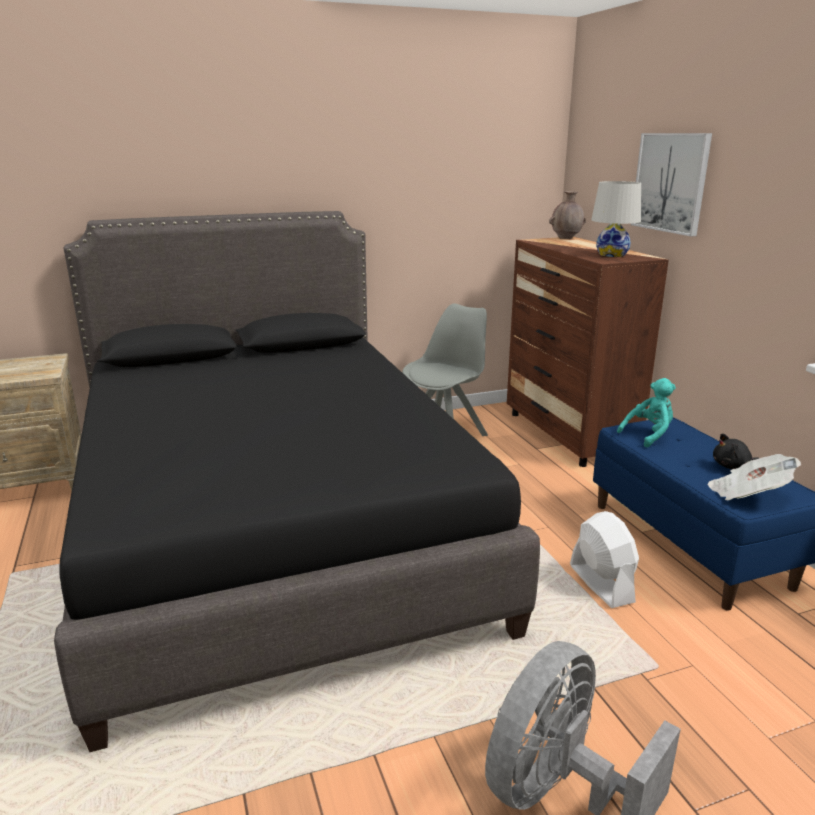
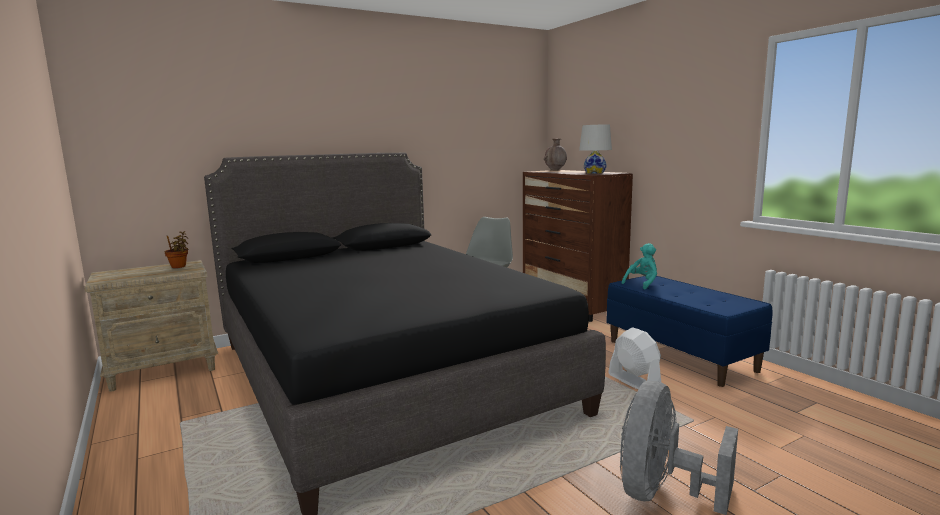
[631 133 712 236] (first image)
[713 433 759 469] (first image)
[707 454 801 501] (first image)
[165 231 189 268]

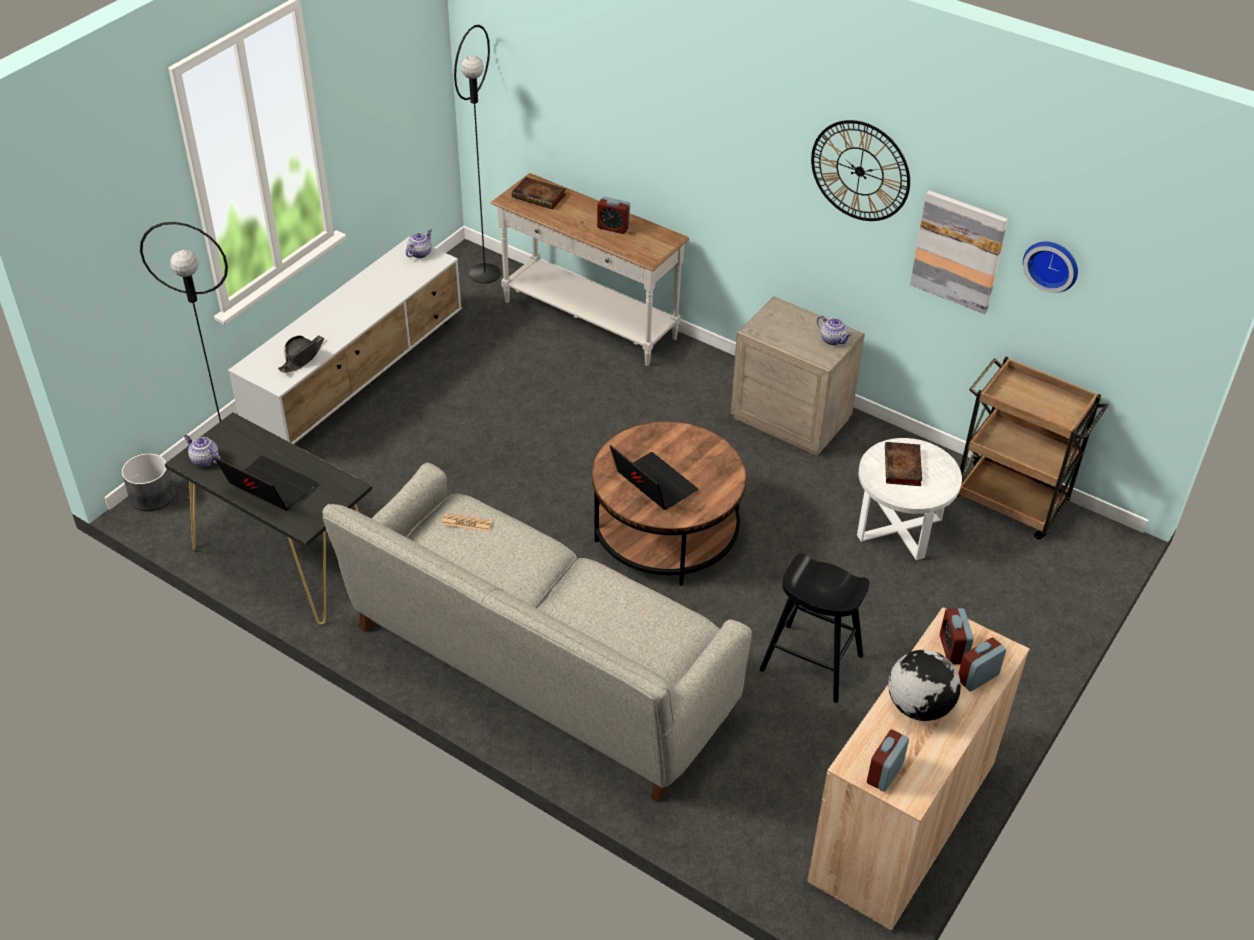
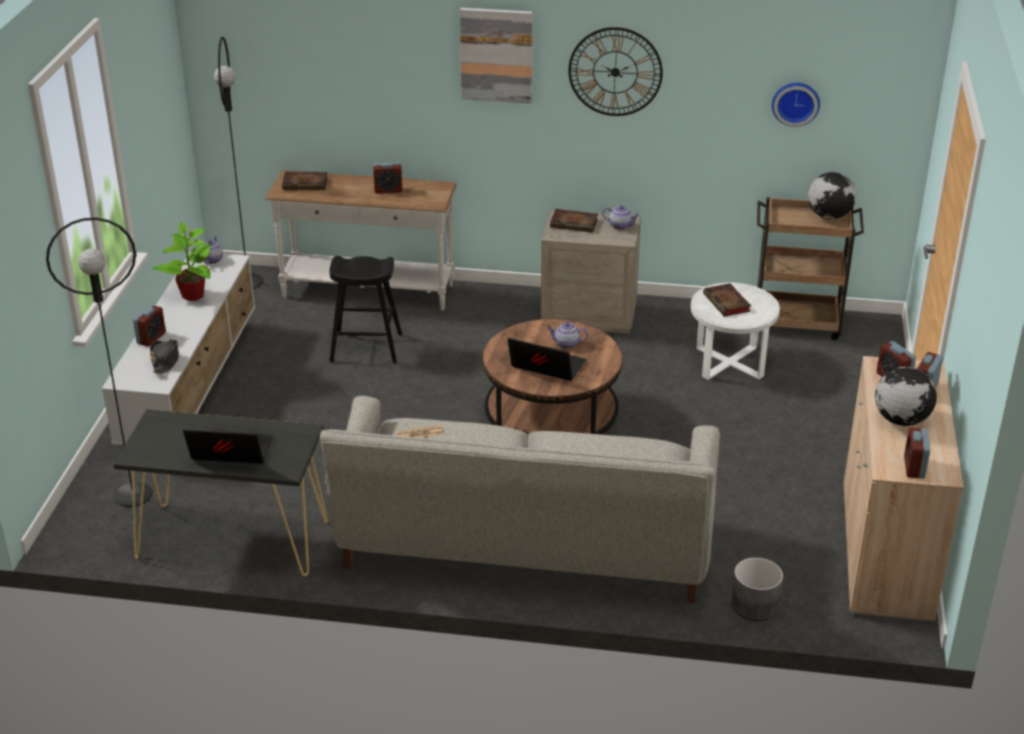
[460 8 532 104]
[547 323 588 349]
[731 557 783 621]
[329 256 402 364]
[808 172 856 219]
[550 209 598 233]
[152 222 212 301]
[133 305 166 346]

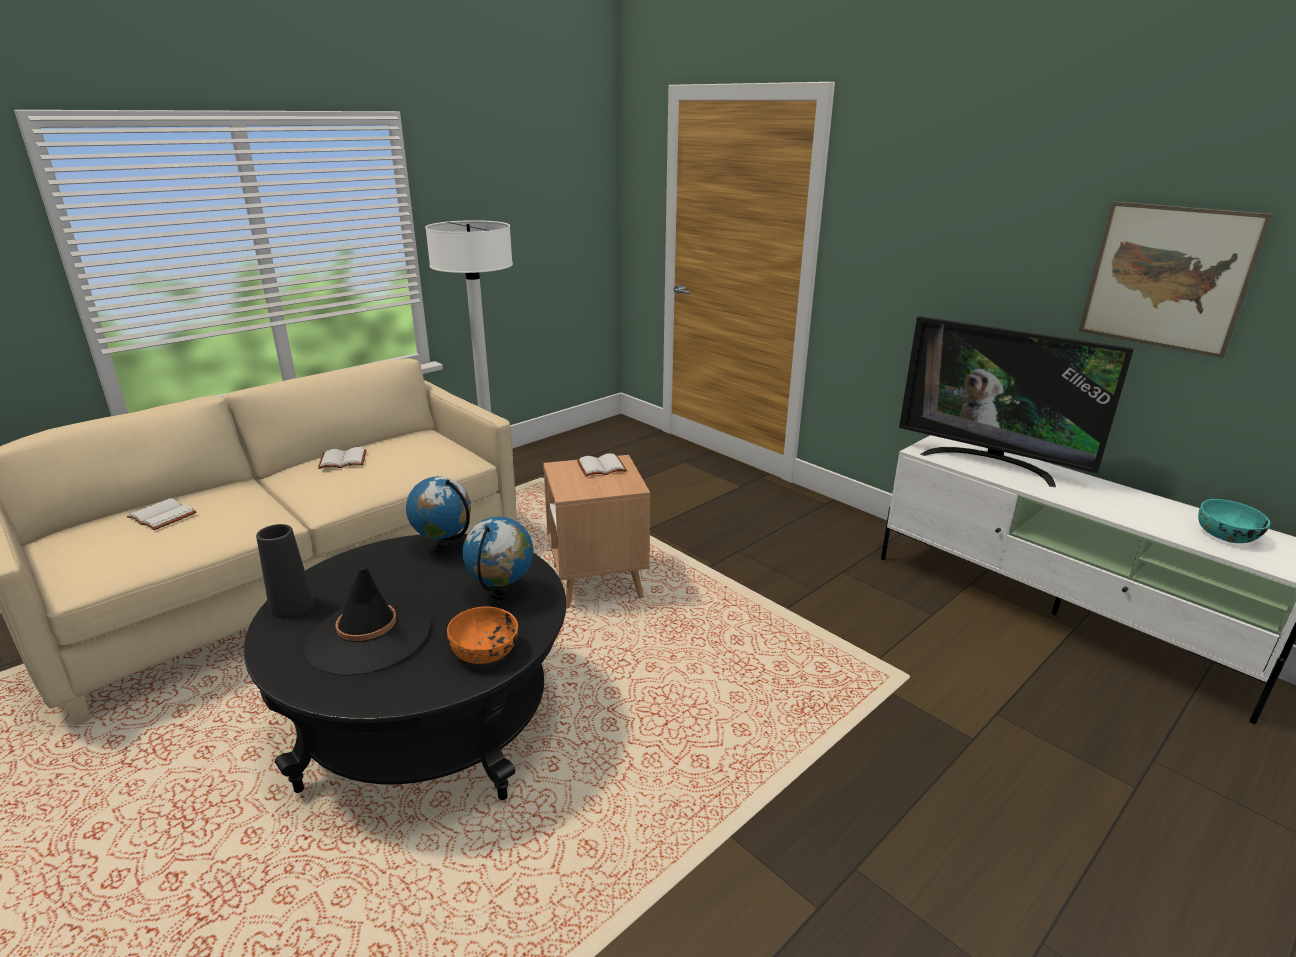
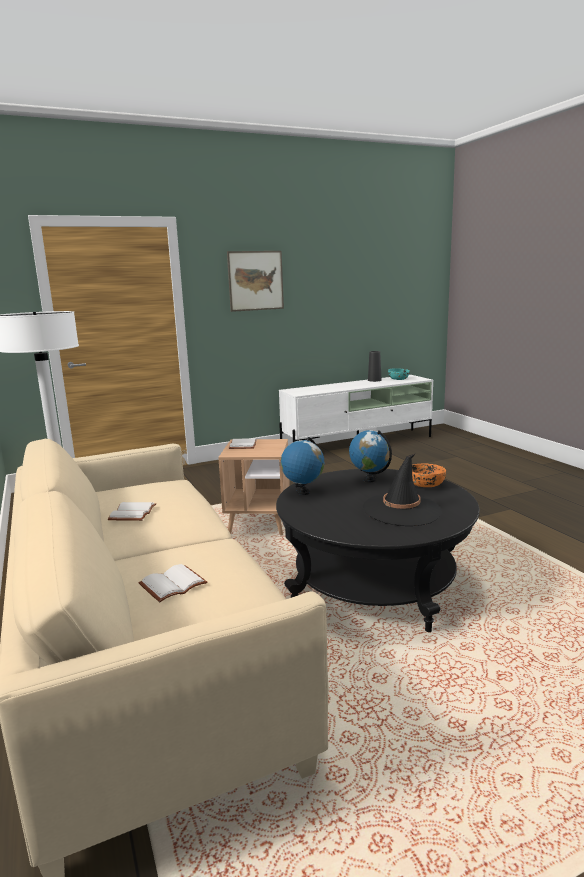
[227 251 284 312]
[899 316 1134 487] (first image)
[368 351 382 382]

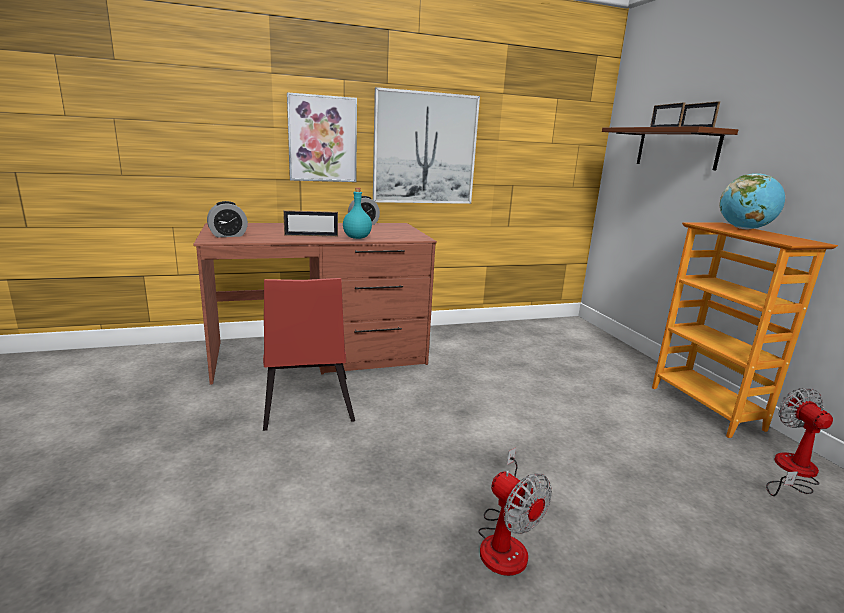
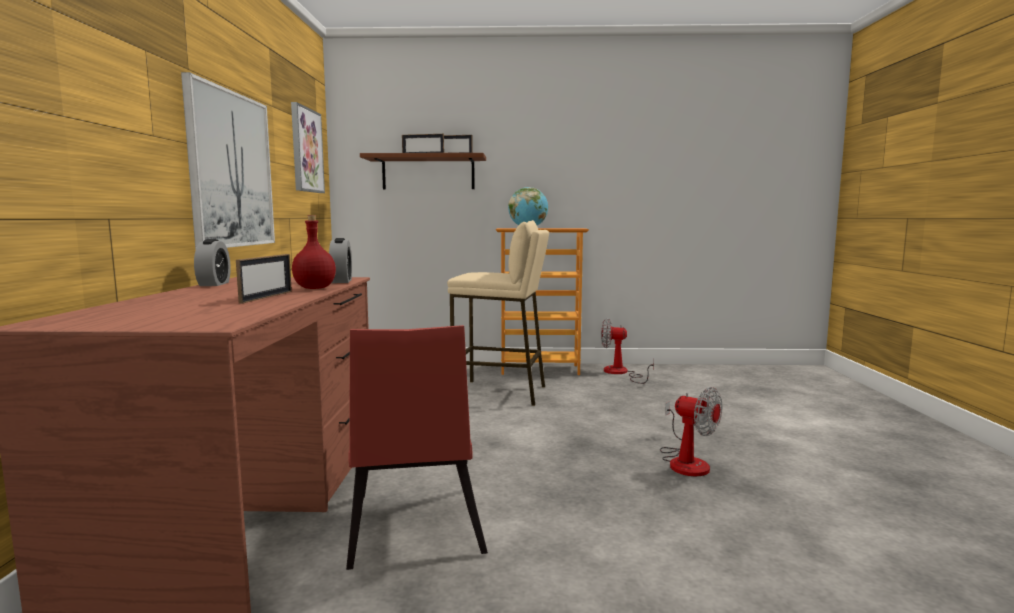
[291 102 325 193]
[292 215 336 289]
[329 238 352 283]
[346 325 488 570]
[660 387 722 476]
[447 220 549 406]

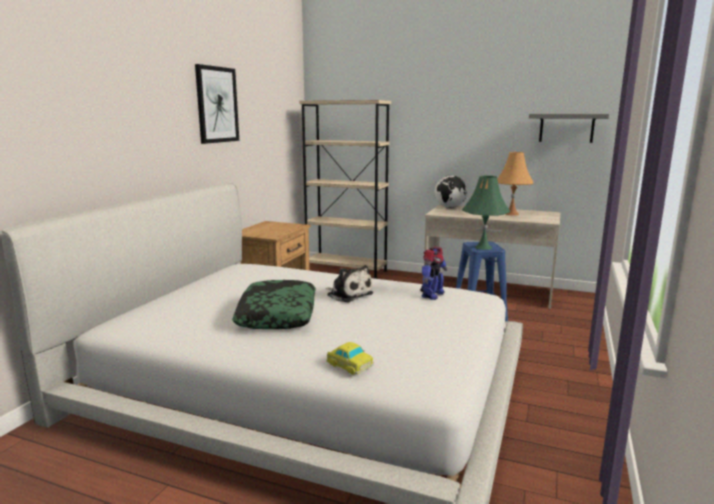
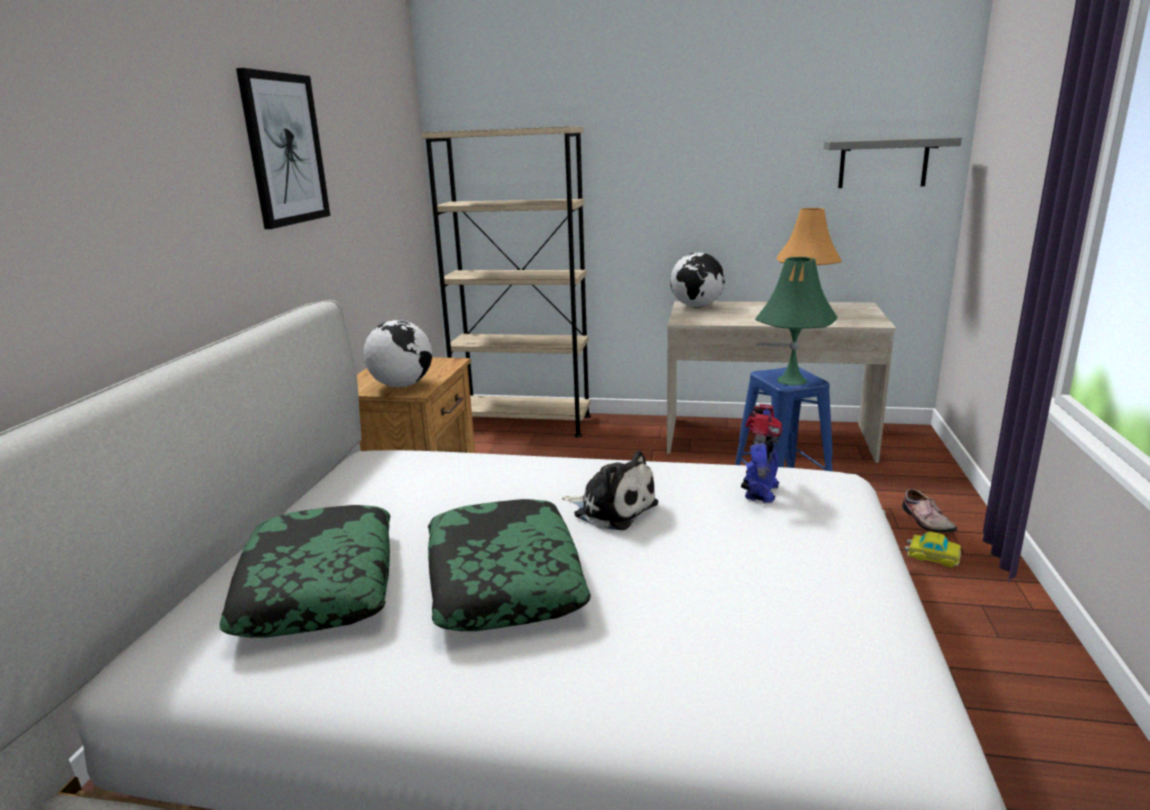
[905 532 961 568]
[363 320 432 388]
[902 489 957 533]
[219 505 390 638]

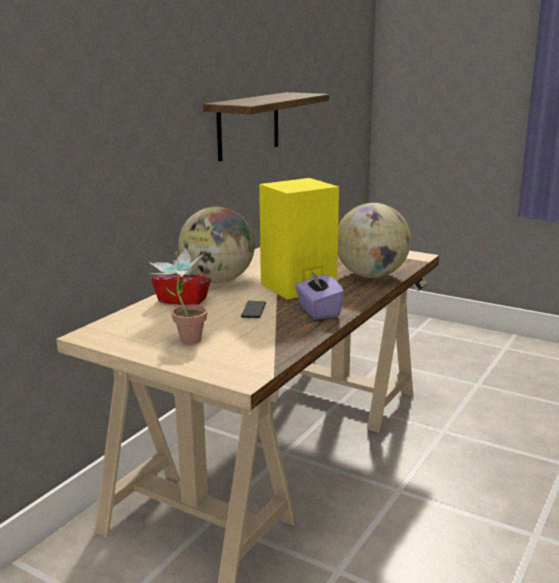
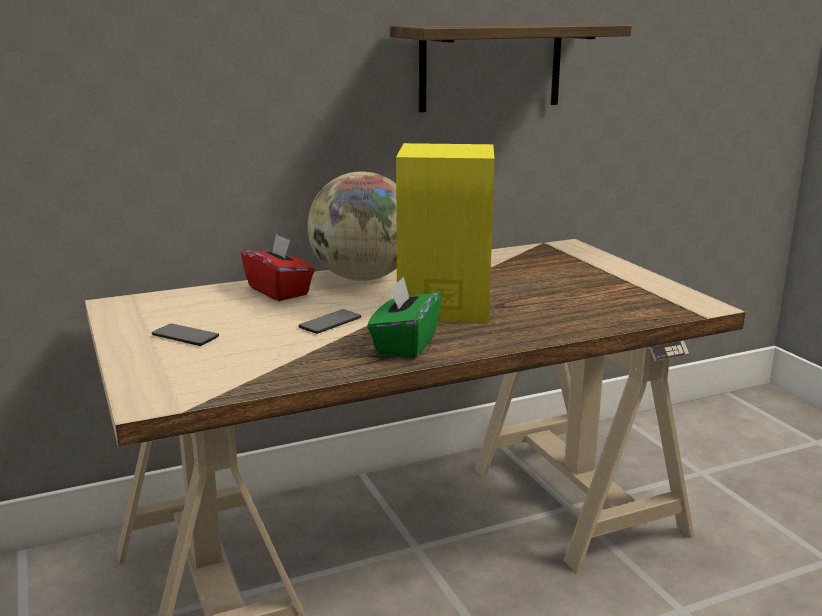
[338 203 411 278] (first image)
[152 324 219 346]
[367 277 441 359]

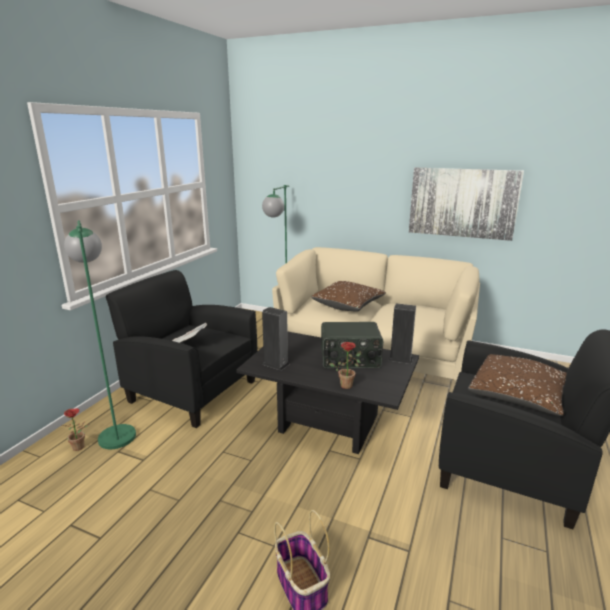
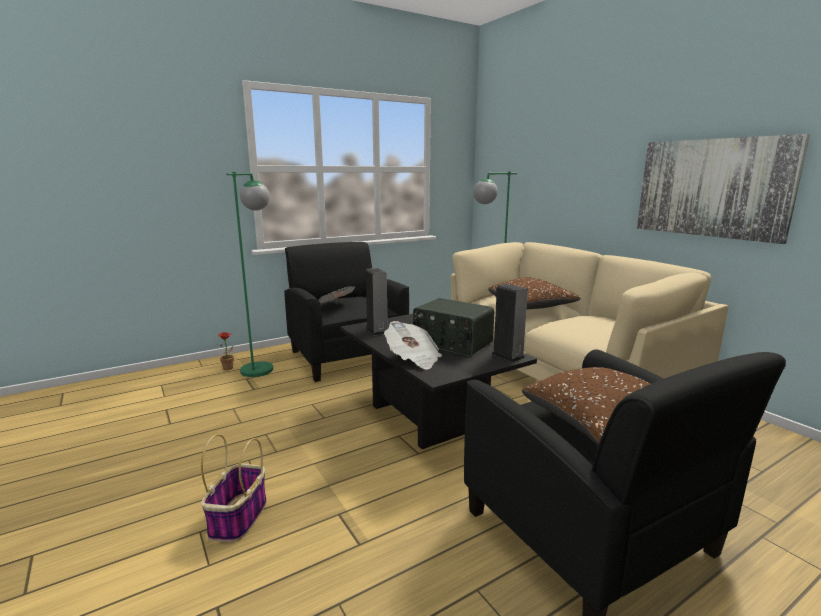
[384 321 442 370]

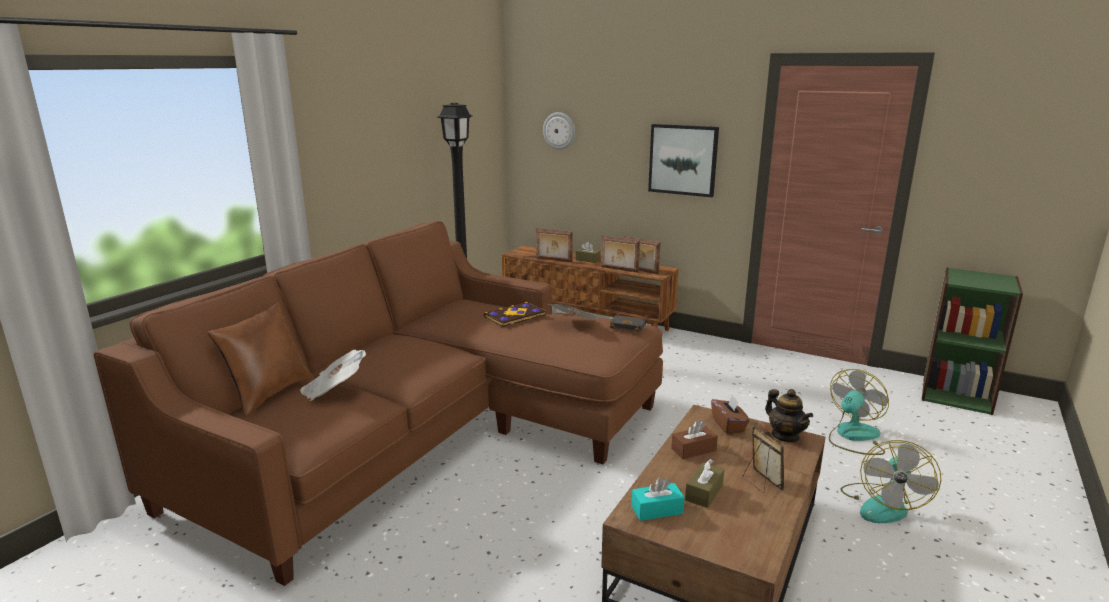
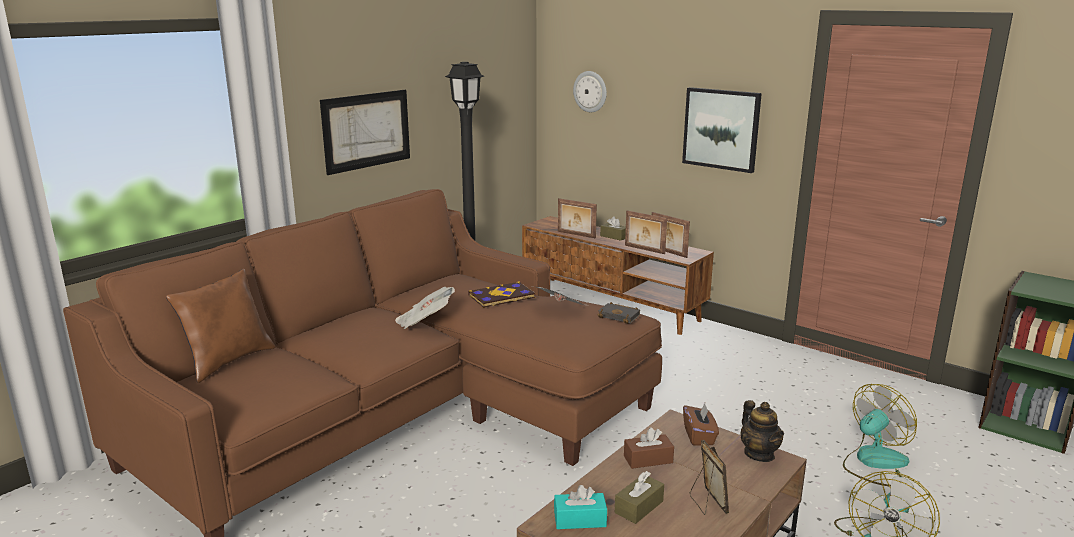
[395 287 455 329]
[320 90 410 175]

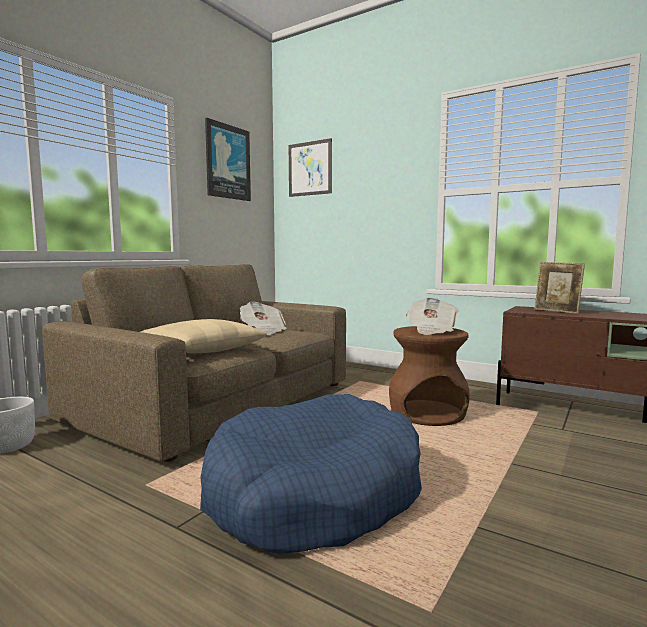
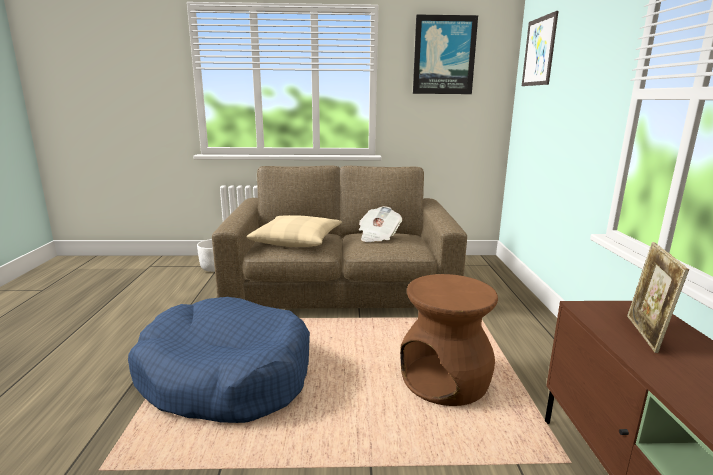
[406 297 459 335] (first image)

